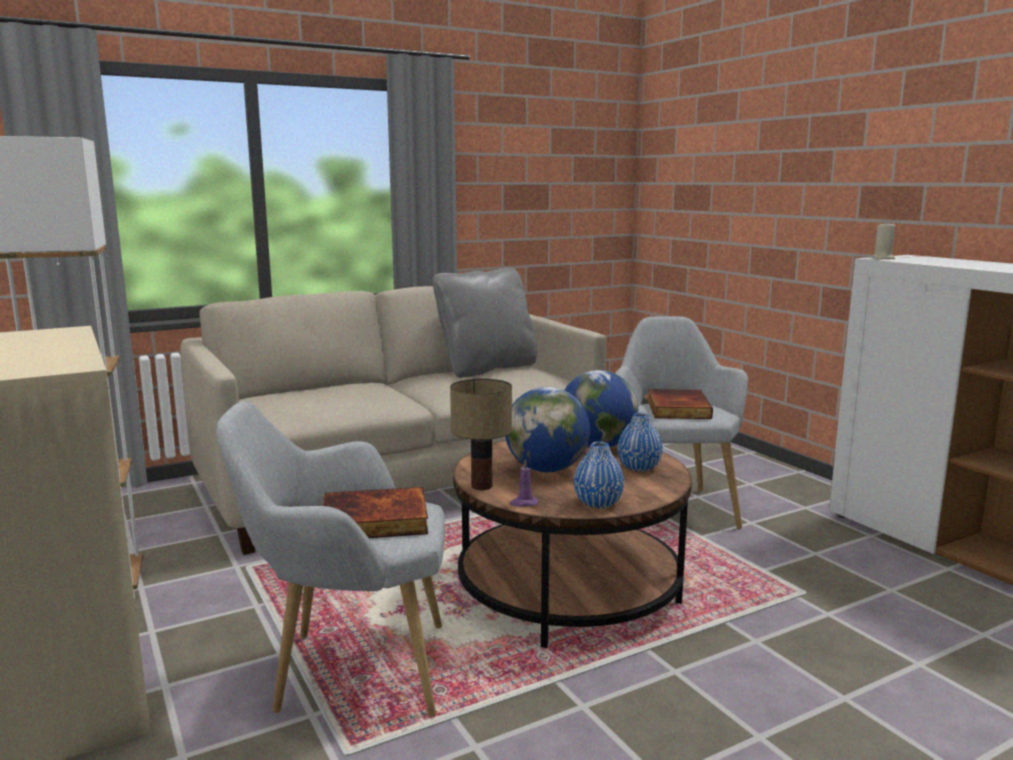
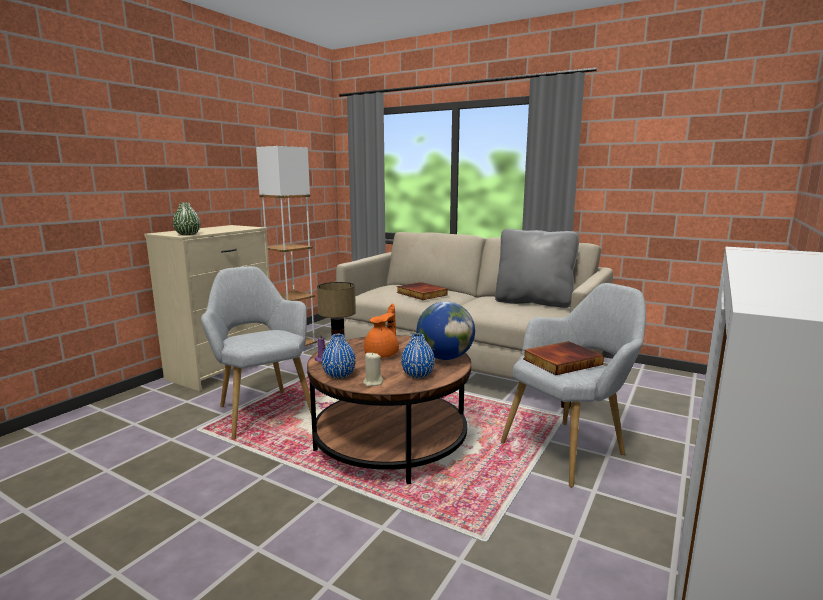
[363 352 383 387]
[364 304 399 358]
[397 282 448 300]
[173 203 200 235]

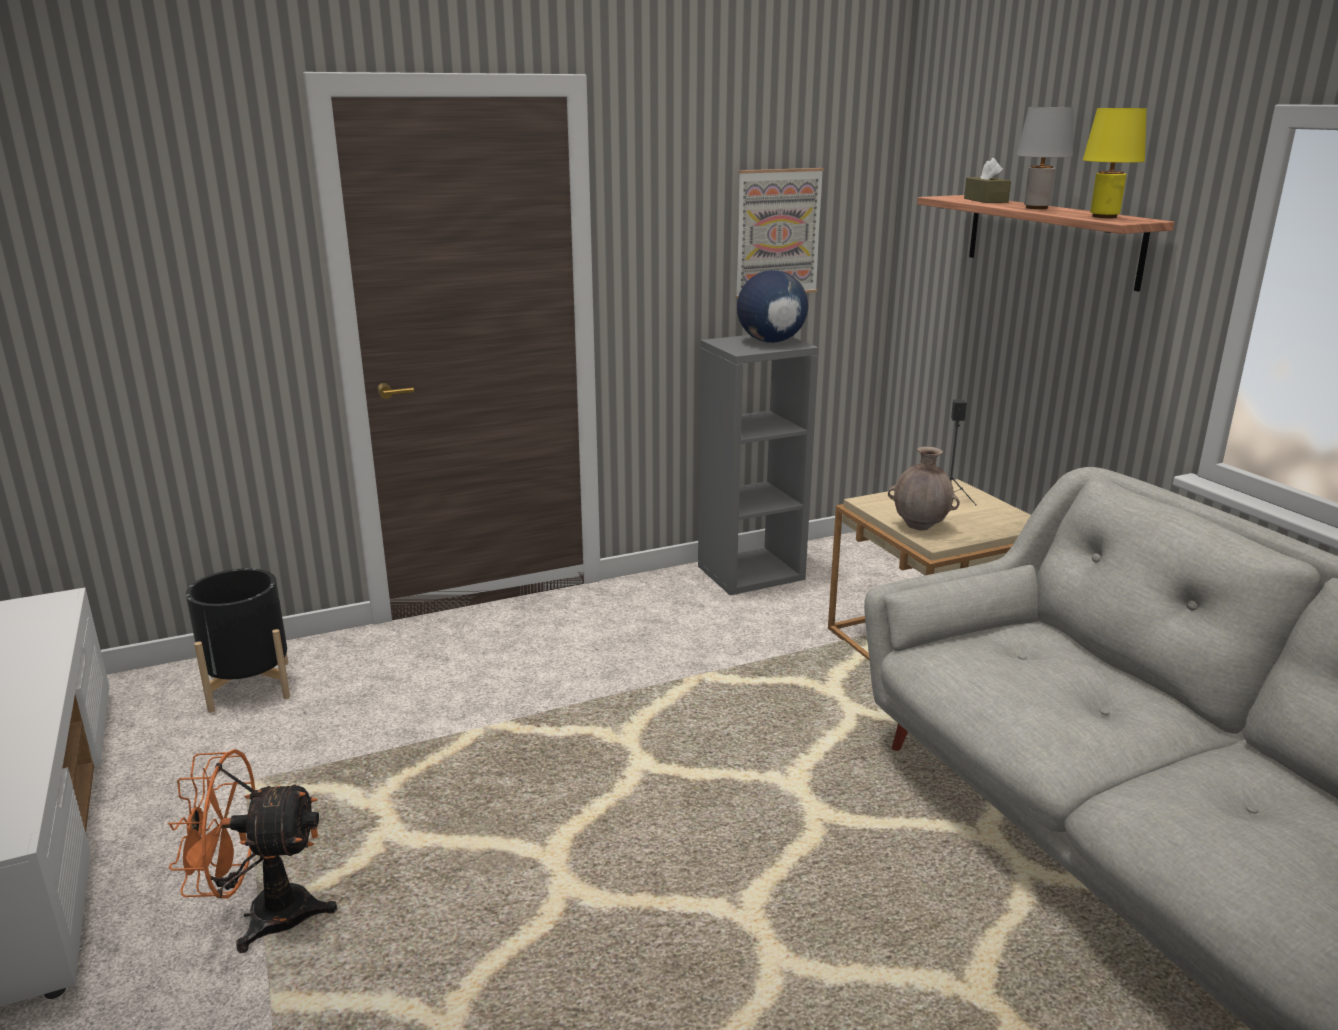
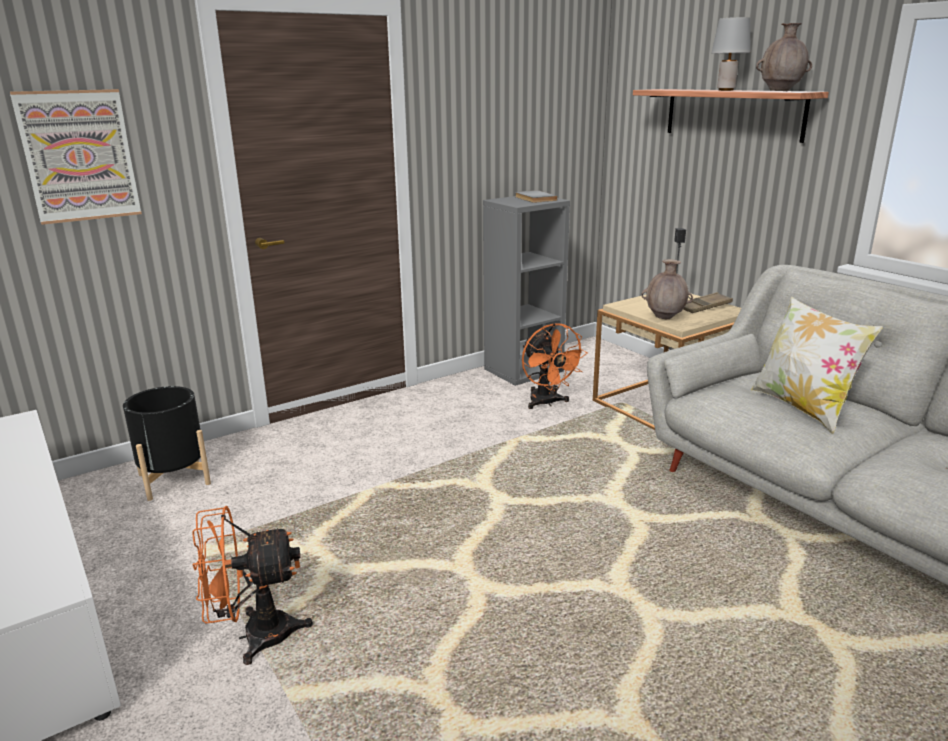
[756 23 812 91]
[964 158 1011 203] (first image)
[10 89 142 225]
[515 190 558 203]
[683 292 733 313]
[751 297 883 434]
[522 323 588 409]

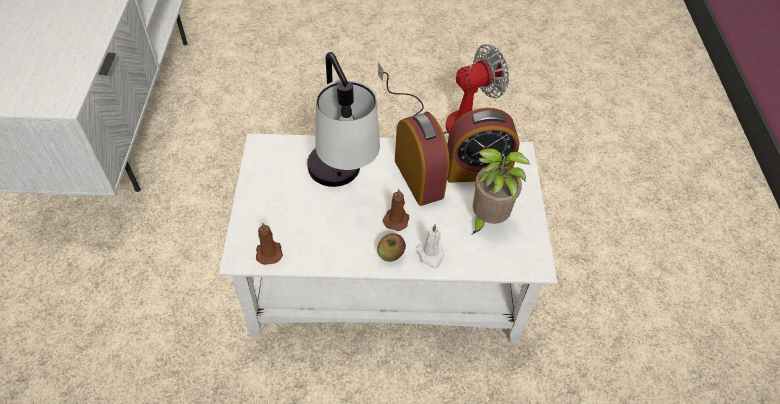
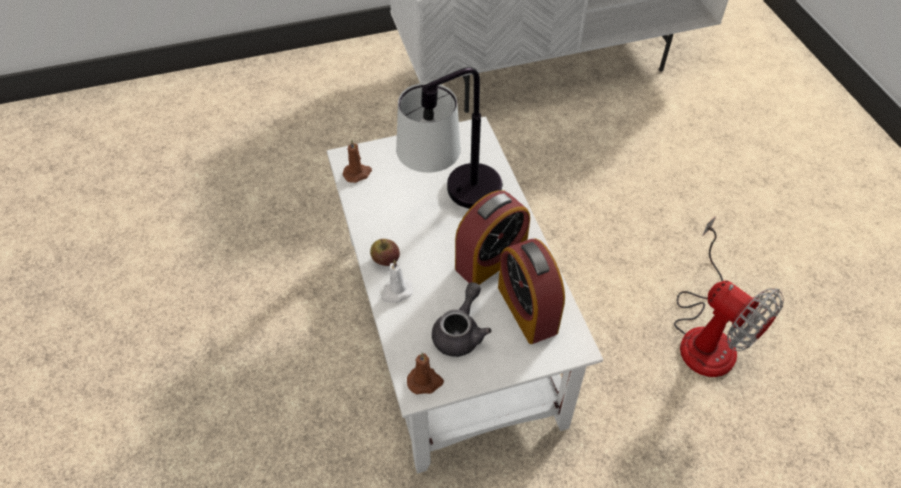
[432 282 492 357]
[407 352 444 395]

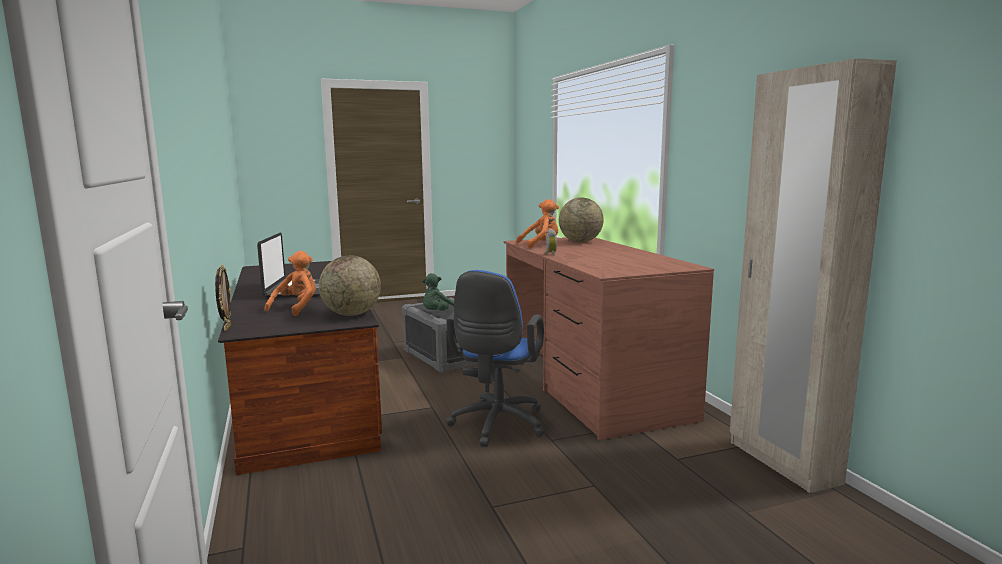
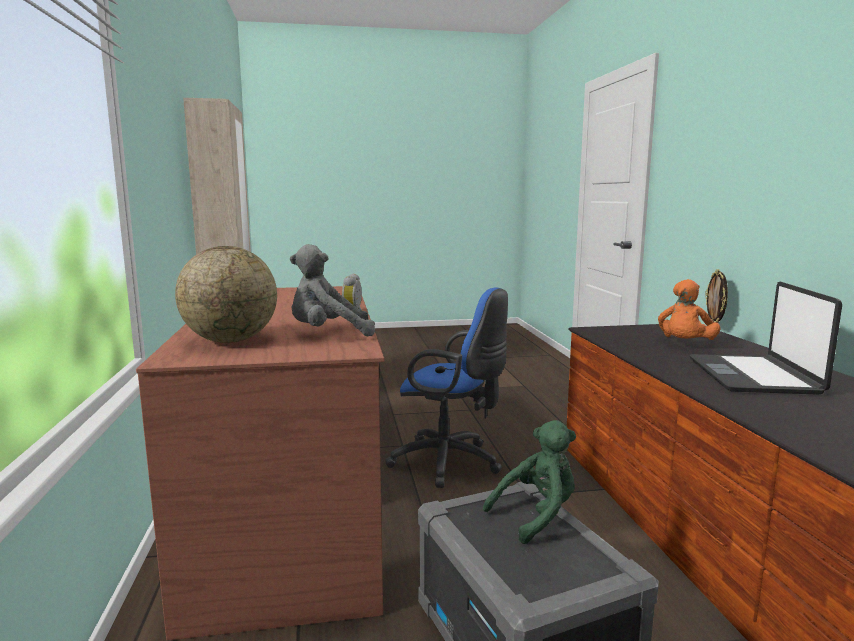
[290 244 375 336]
[319 255 381 316] (first image)
[385 288 508 488]

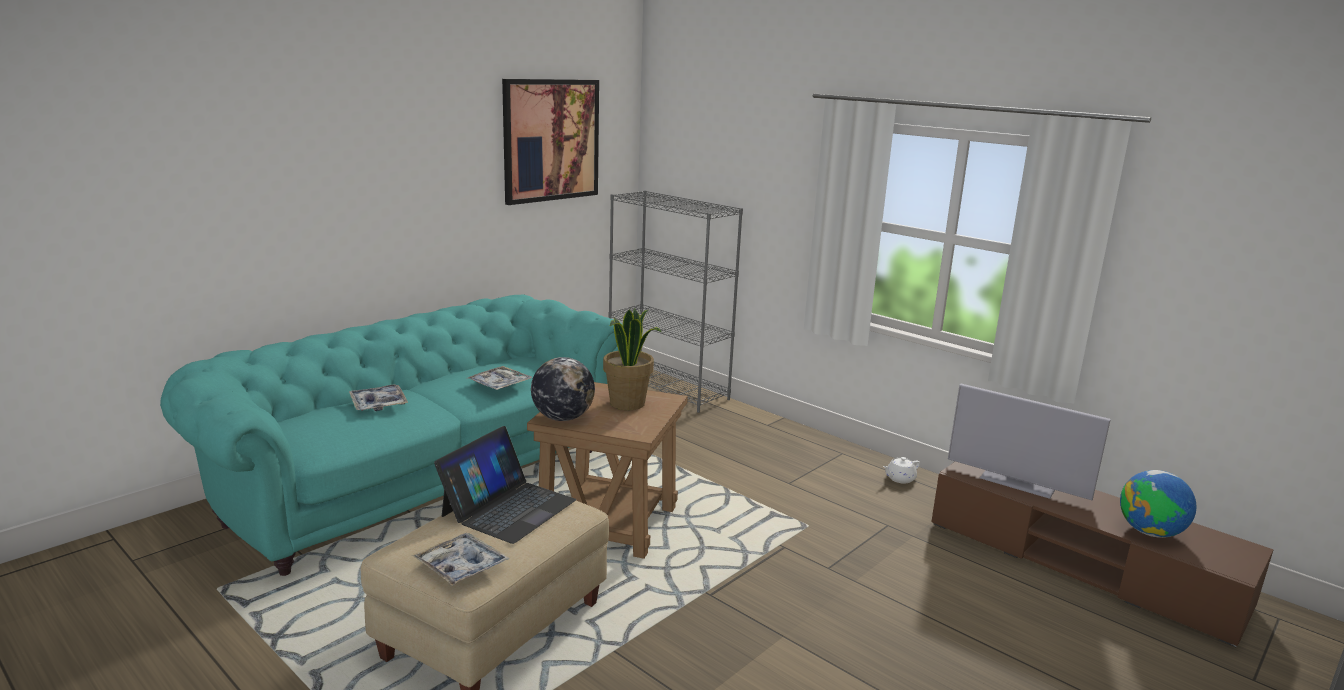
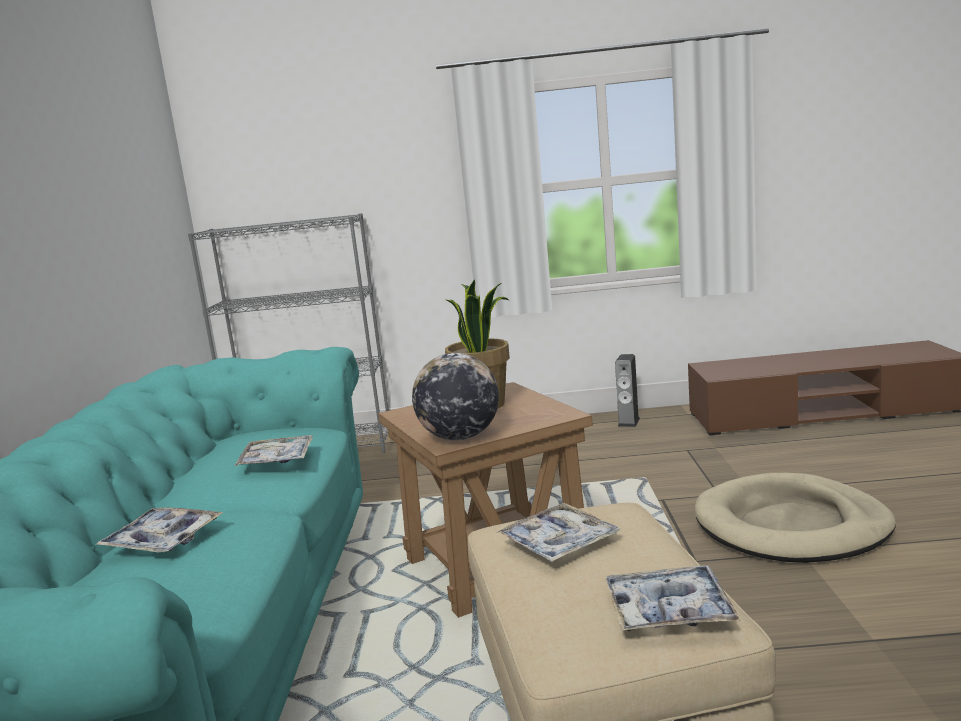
[502 79 599 205] (first image)
[948 383 1111 500] (first image)
[497 503 620 562]
[615 354 640 427]
[1120 470 1196 538] (first image)
[695 473 896 563]

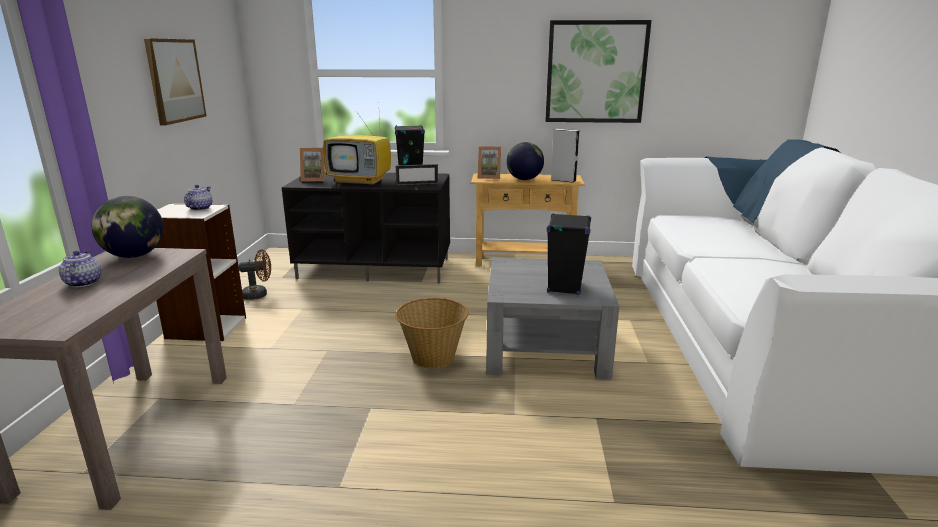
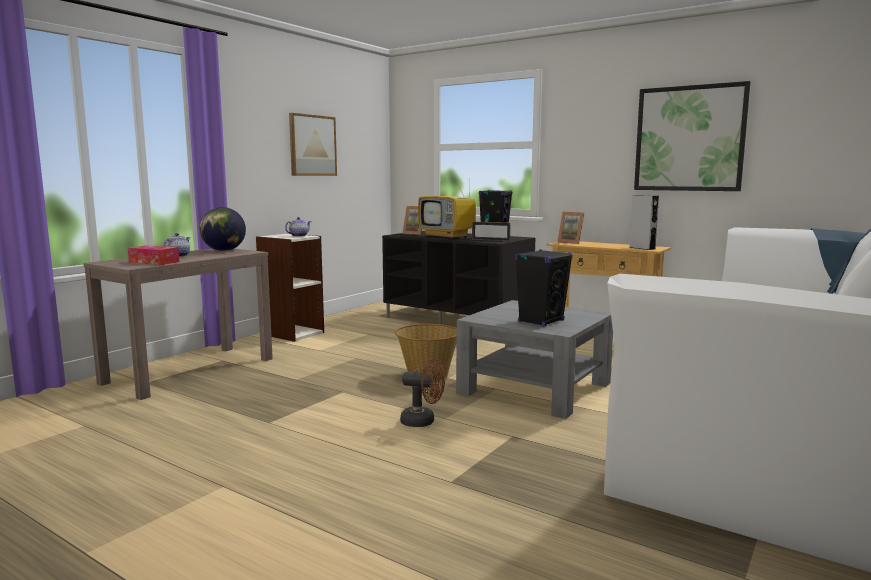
[506 142 544 180] (first image)
[400 358 445 427]
[128 245 179 265]

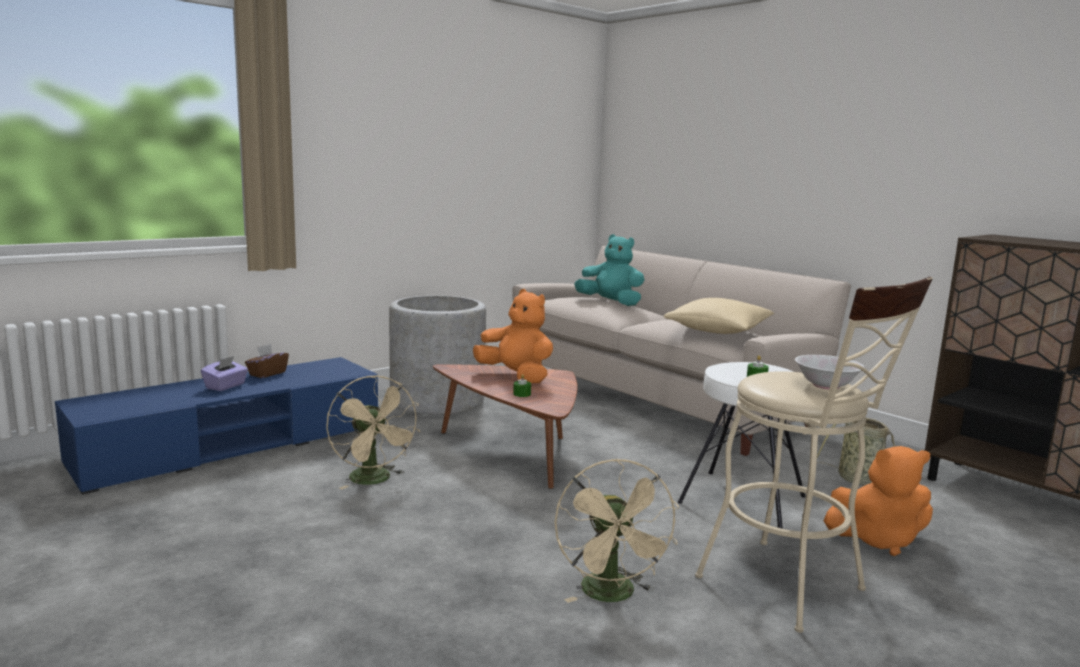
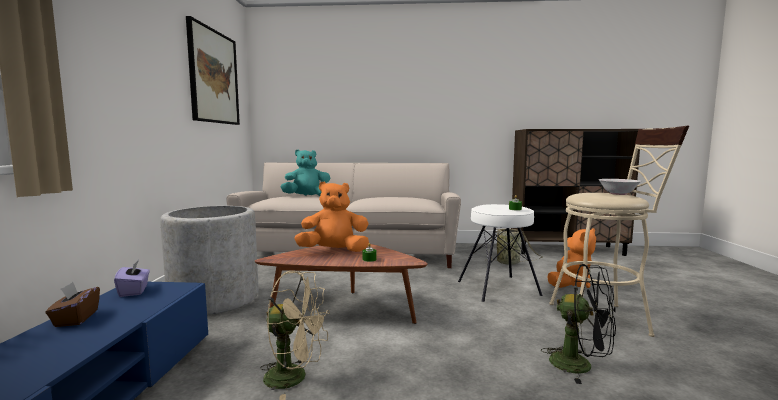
[664 298 774 334] (first image)
[114 260 150 297]
[541 264 616 384]
[186 16 240 125]

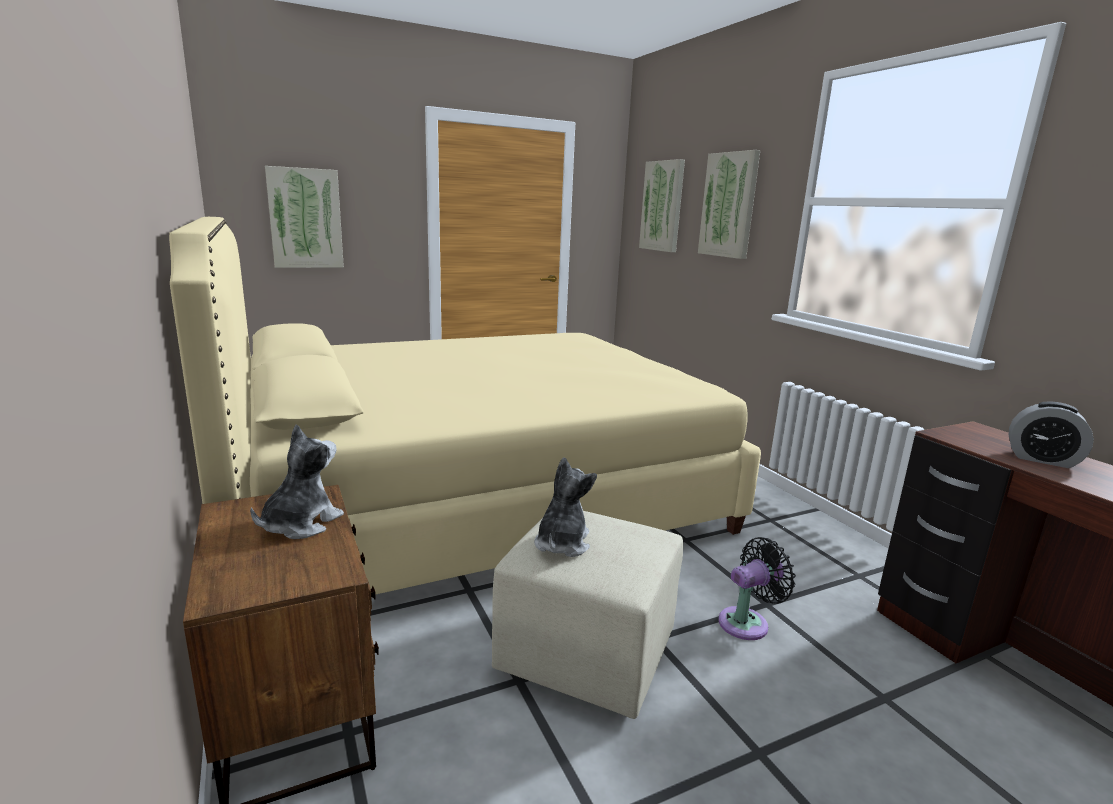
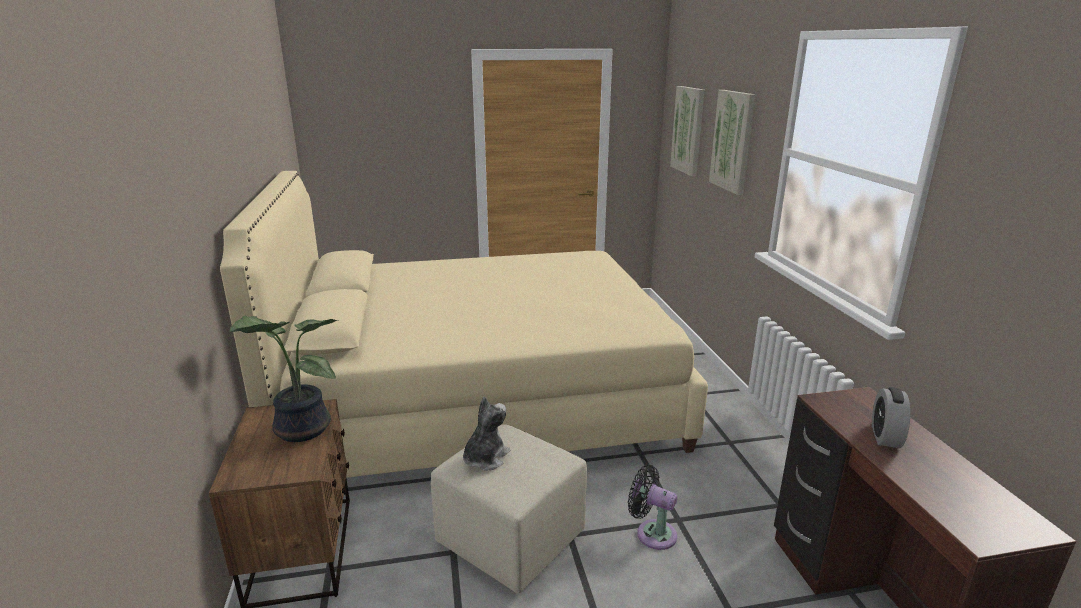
[265 166 344 268] (first image)
[872 387 910 448]
[229 316 339 442]
[628 465 677 550]

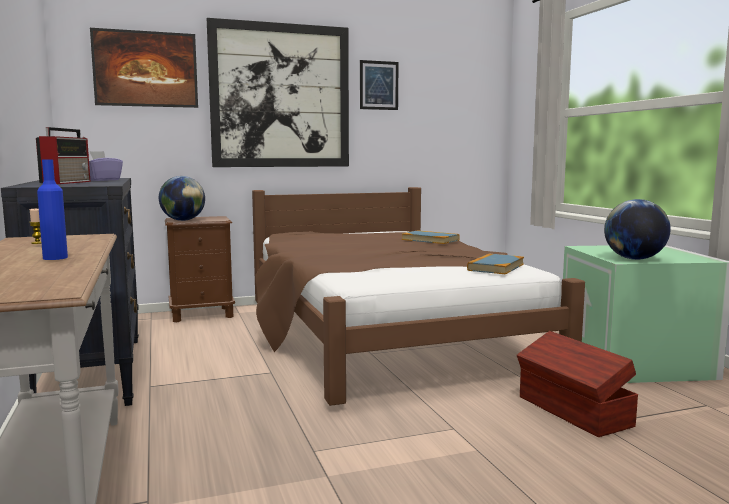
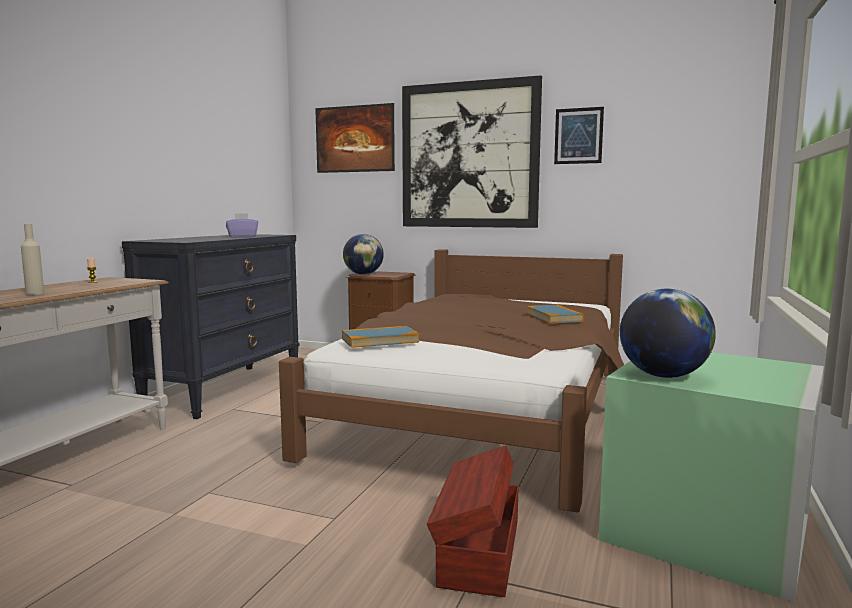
[36 127 90 184] (first image)
[21 224 44 295]
[342 326 419 348]

